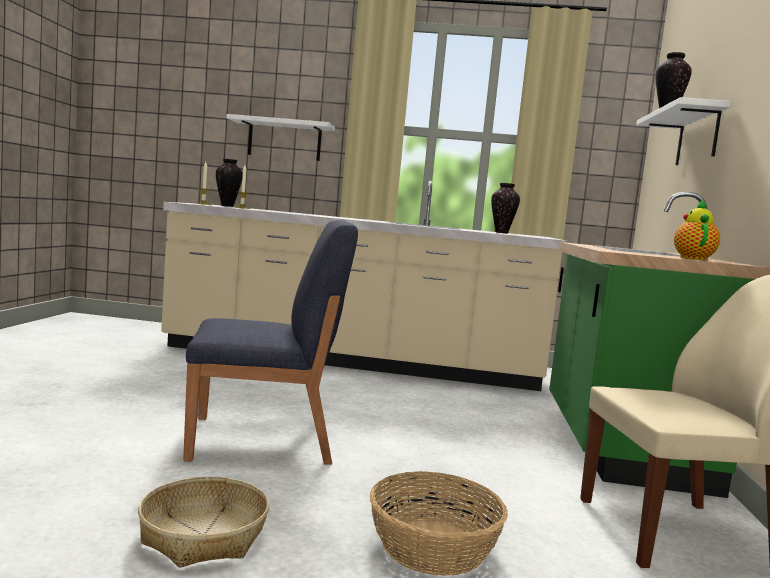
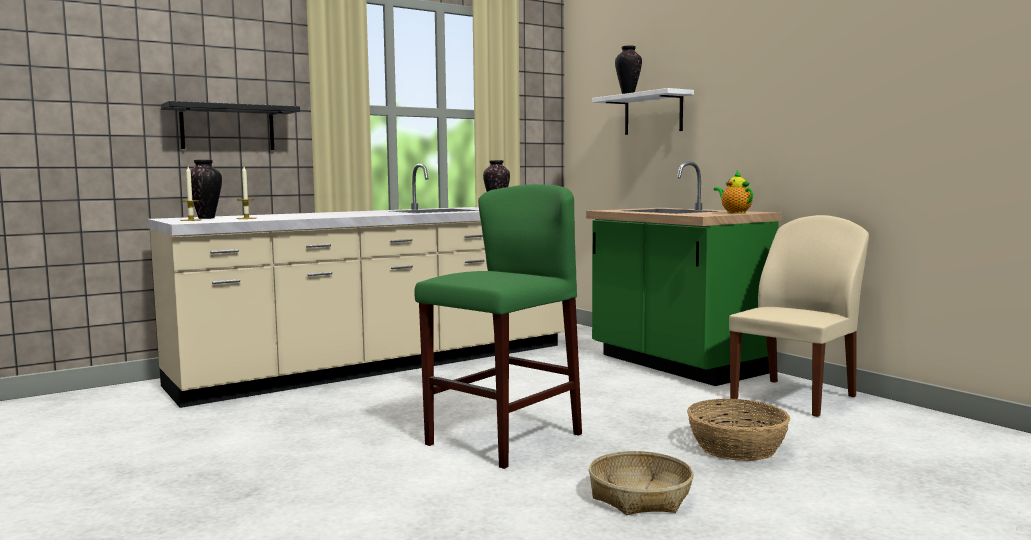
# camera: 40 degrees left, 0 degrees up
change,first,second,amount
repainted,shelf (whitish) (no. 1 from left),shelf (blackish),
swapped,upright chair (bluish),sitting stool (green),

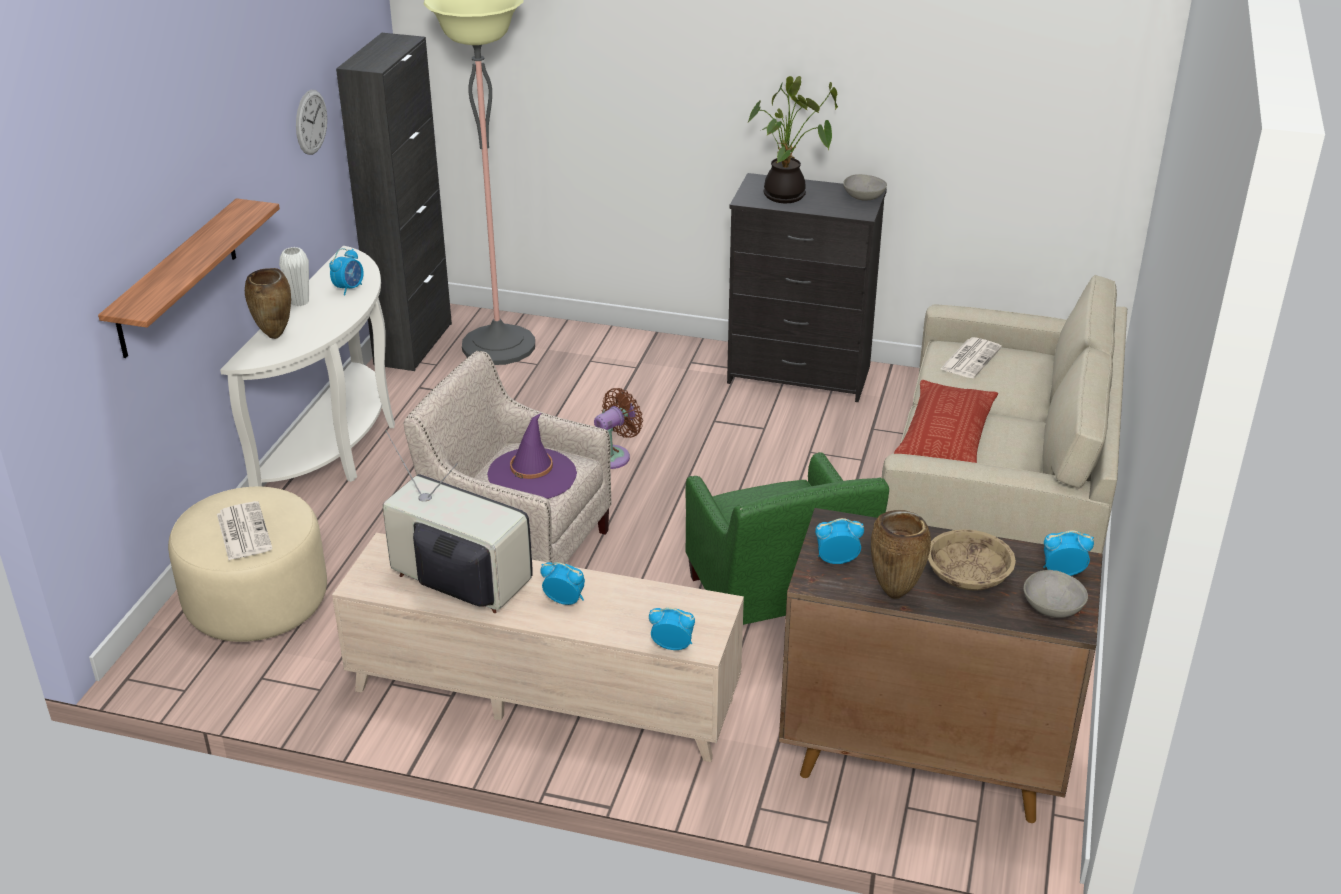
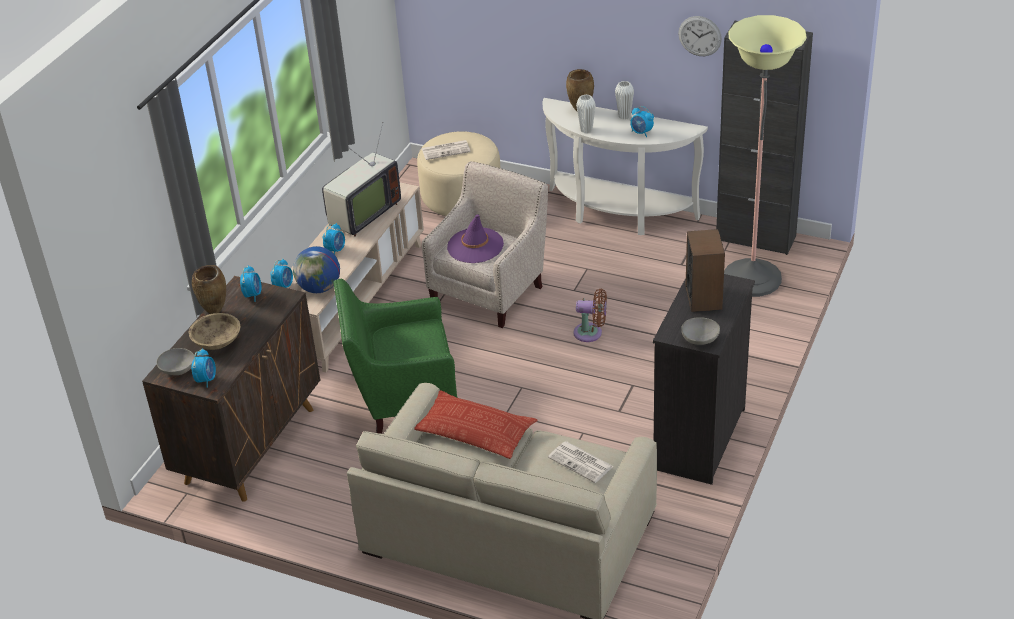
# camera: 100 degrees right, 5 degrees up
change,first,second,amount
swapped,houseplant,audio speaker,
gone,shelf,,
rotated,cooling fan (brown-coloured),,45 degrees counterclockwise
new,,vase (whitish) (no. 1 from left),
new,,world globe,

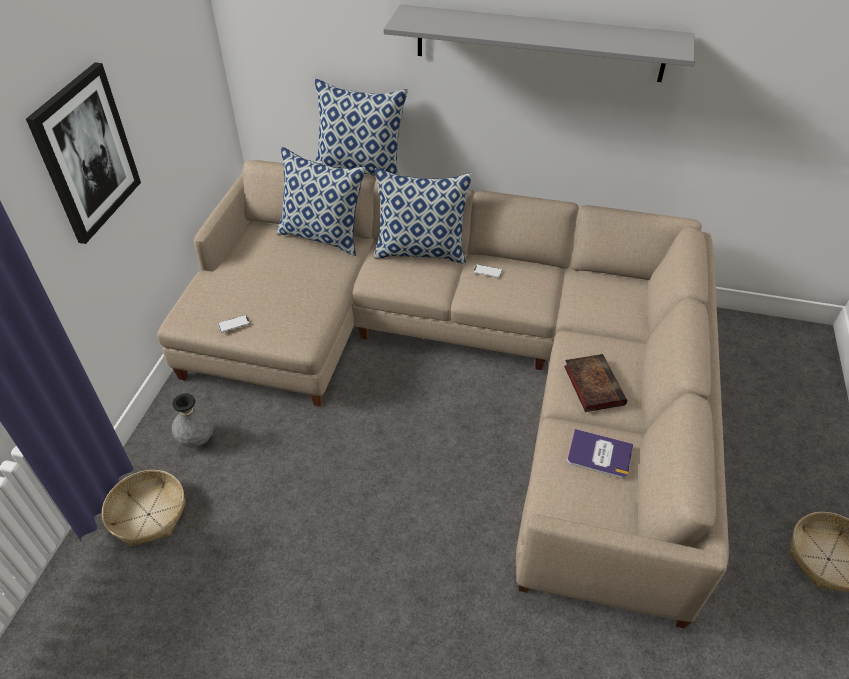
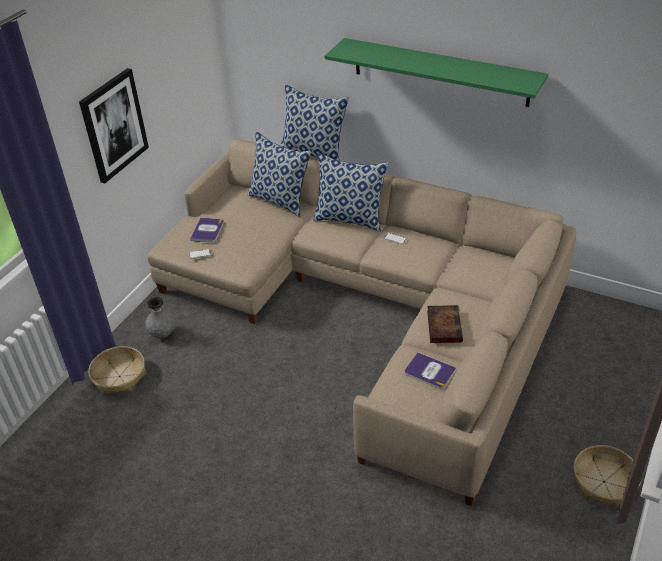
# camera: 15 degrees right, 5 degrees down
change,first,second,amount
repainted,shelf (greyish),shelf (green),
new,,volume (no. 1 from left),

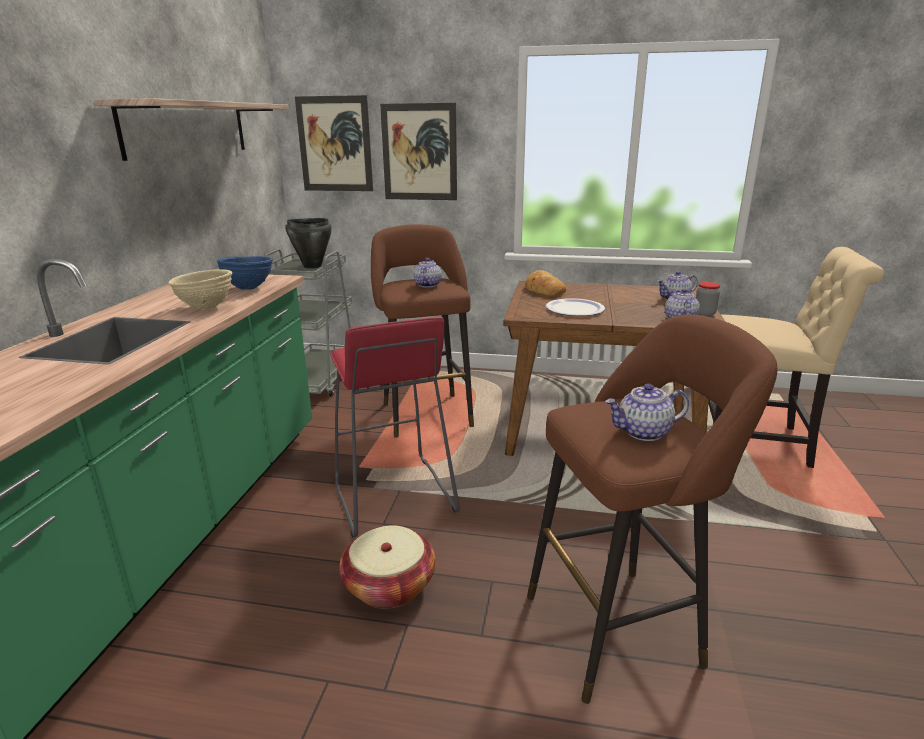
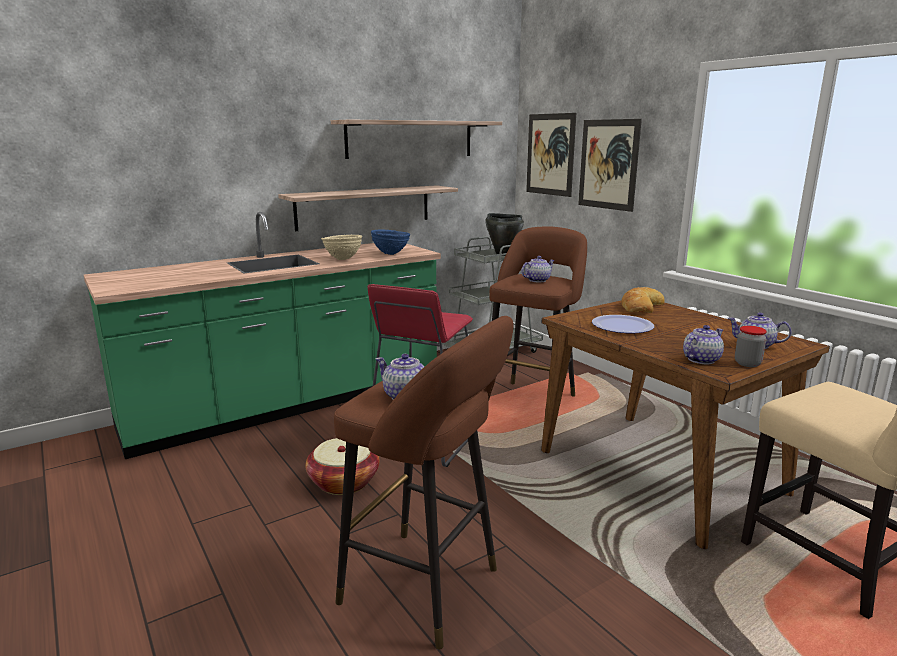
# camera: 45 degrees right, 5 degrees down
change,first,second,amount
new,,shelf (no. 1 from left),

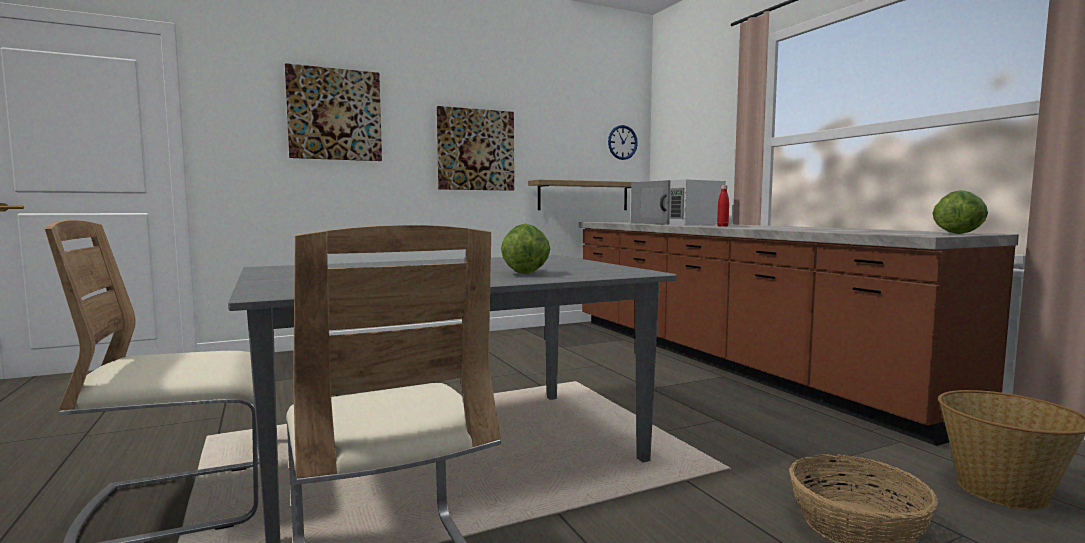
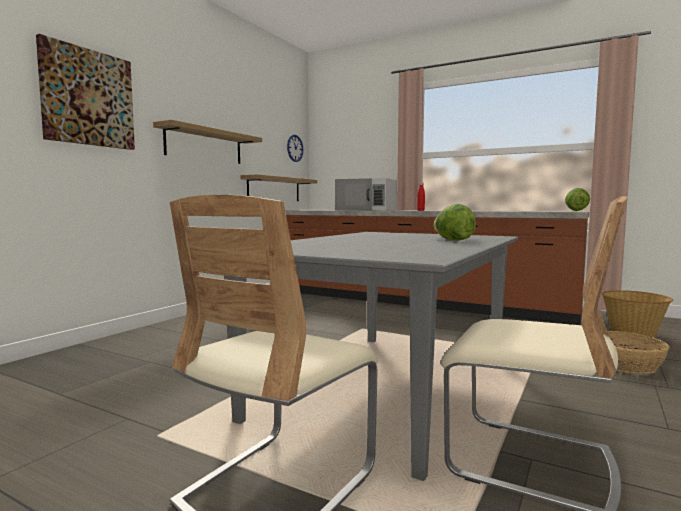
# camera: 35 degrees left, 0 degrees up
change,first,second,amount
swapped,picture (no. 2 from left),shelf (no. 1 from left),

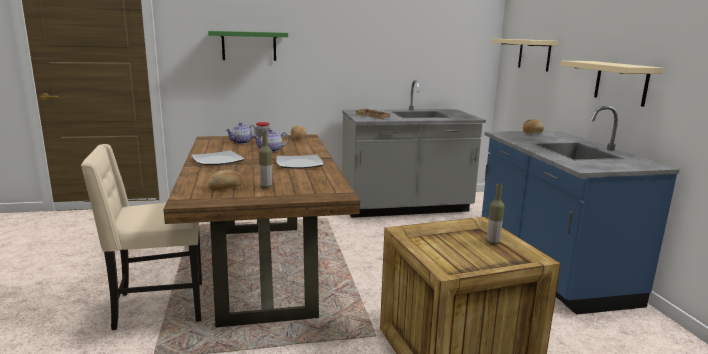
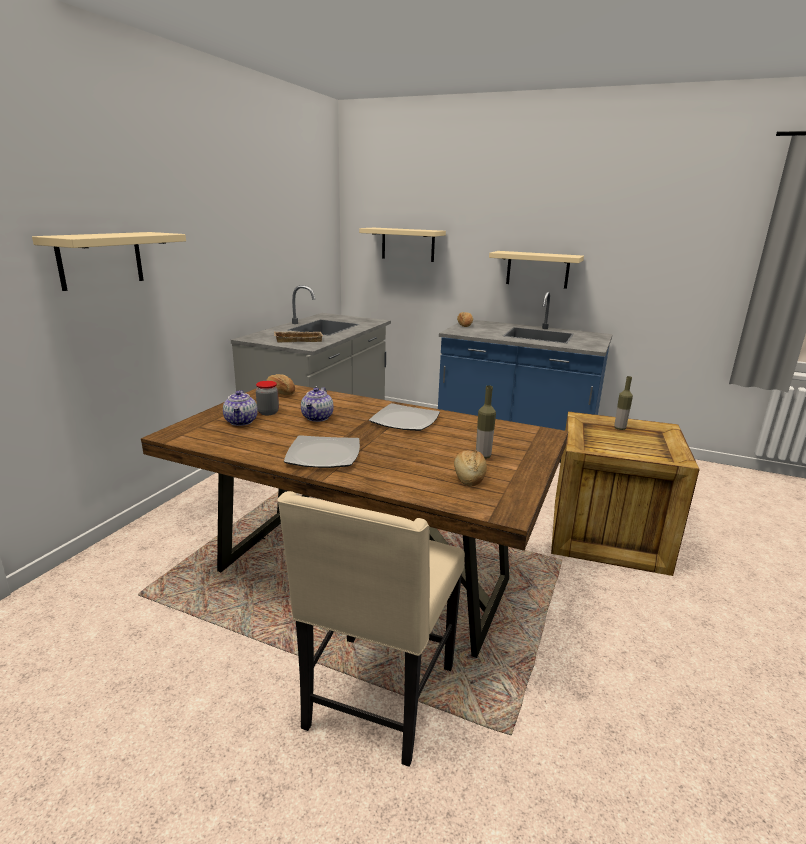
# camera: 55 degrees left, 5 degrees up
change,first,second,amount
repainted,shelf (green),shelf (beige) (no. 1 from left),

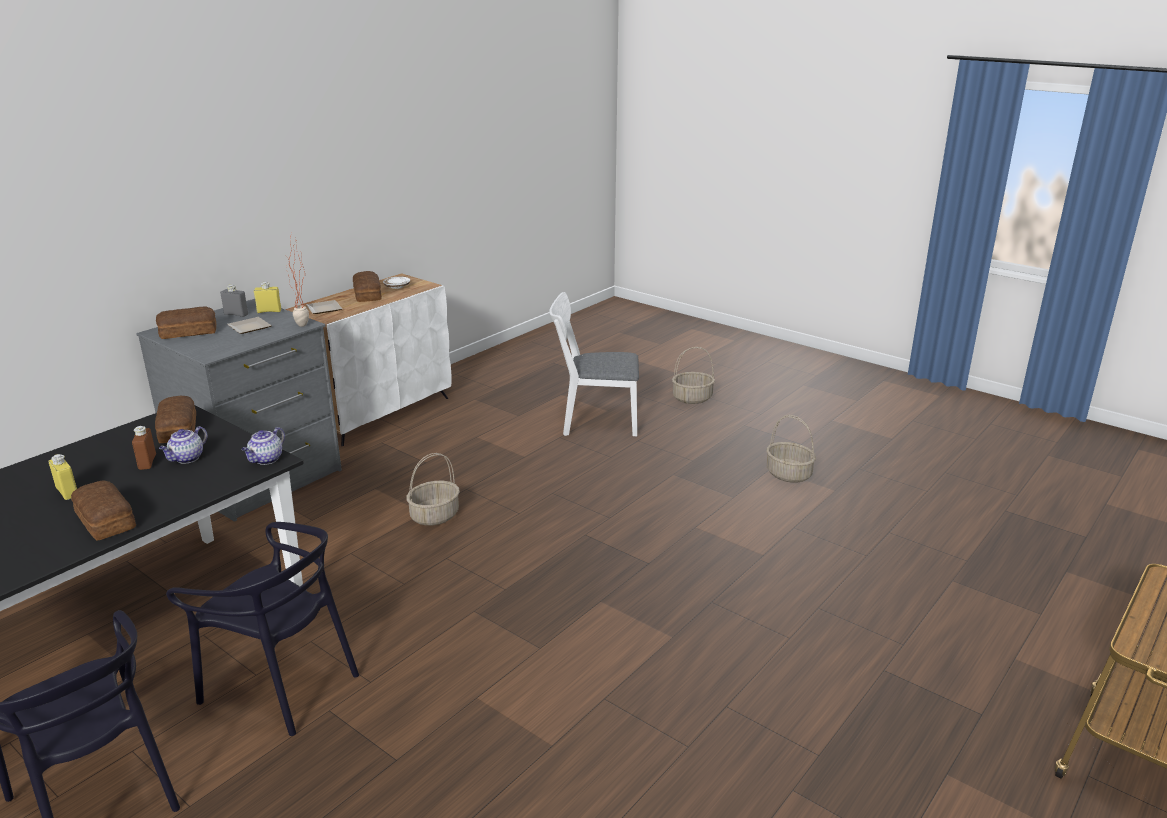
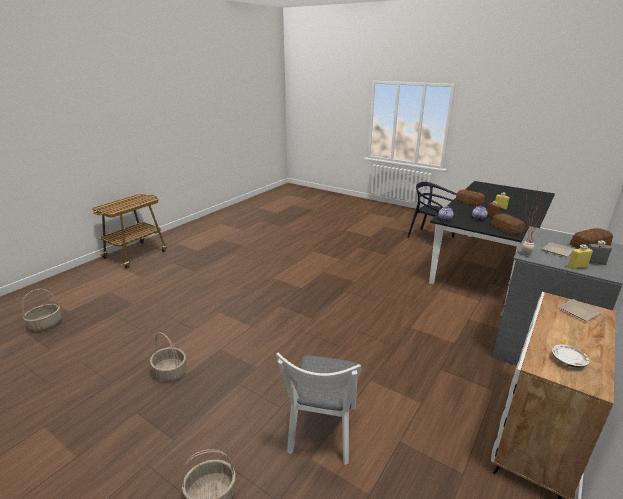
# camera: 175 degrees right, 0 degrees up
change,first,second,amount
gone,bakery bread (no. 4 from left),,
rotated,upright chair (whitish),,105 degrees clockwise
shifted,household basket (no. 1 from left),,
gone,upright chair (blackish) (no. 2 from left),,

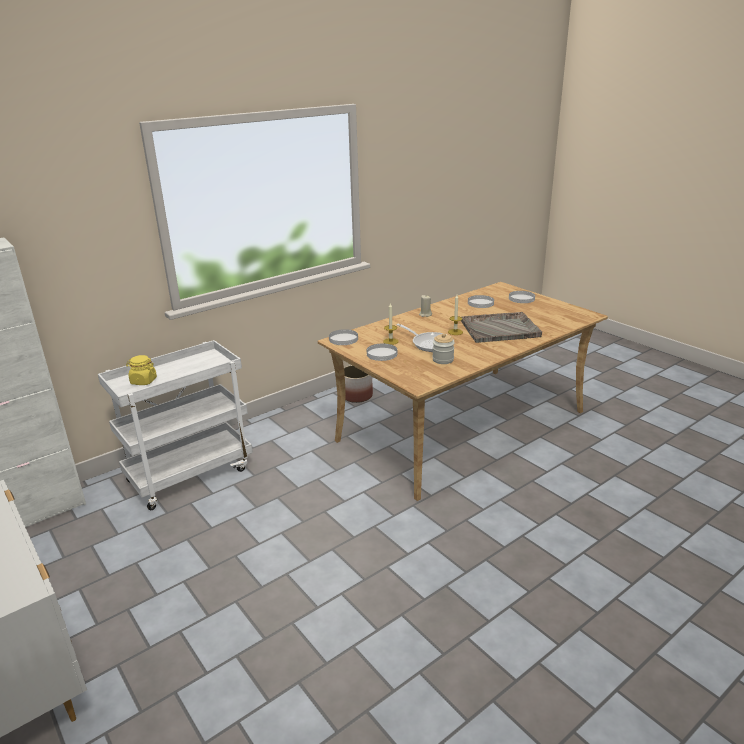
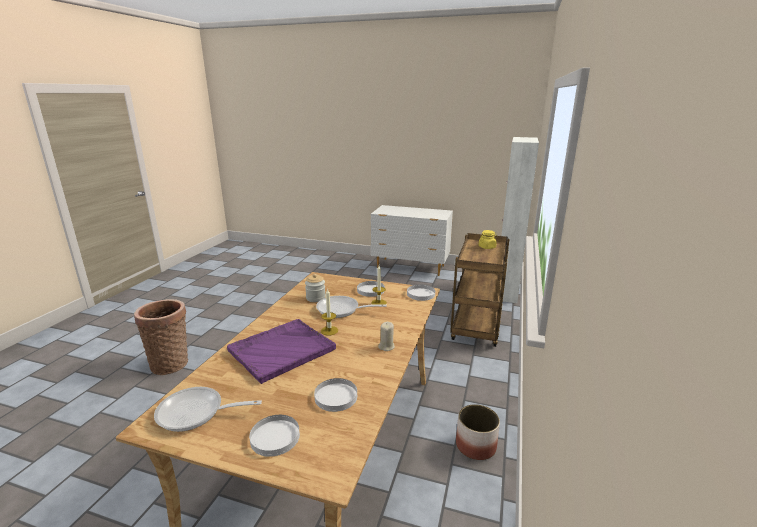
# camera: 145 degrees right, 5 degrees down
change,first,second,amount
repainted,serving tray (greyish),serving tray (purplish),
repainted,cart (whitish),cart (brown-coloured),
new,,household basket,
new,,pan (no. 1 from left),

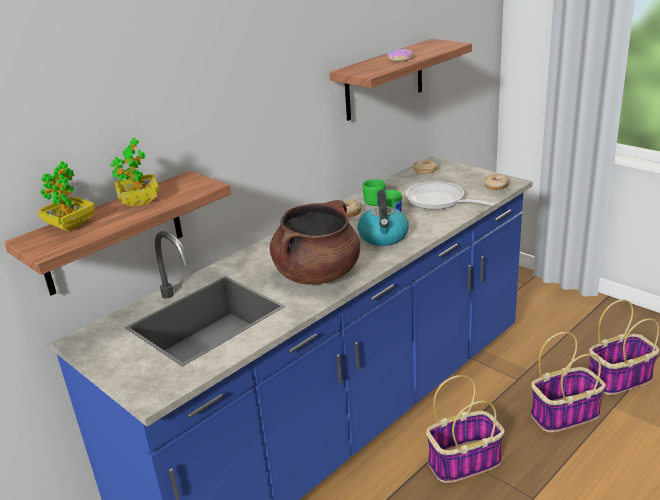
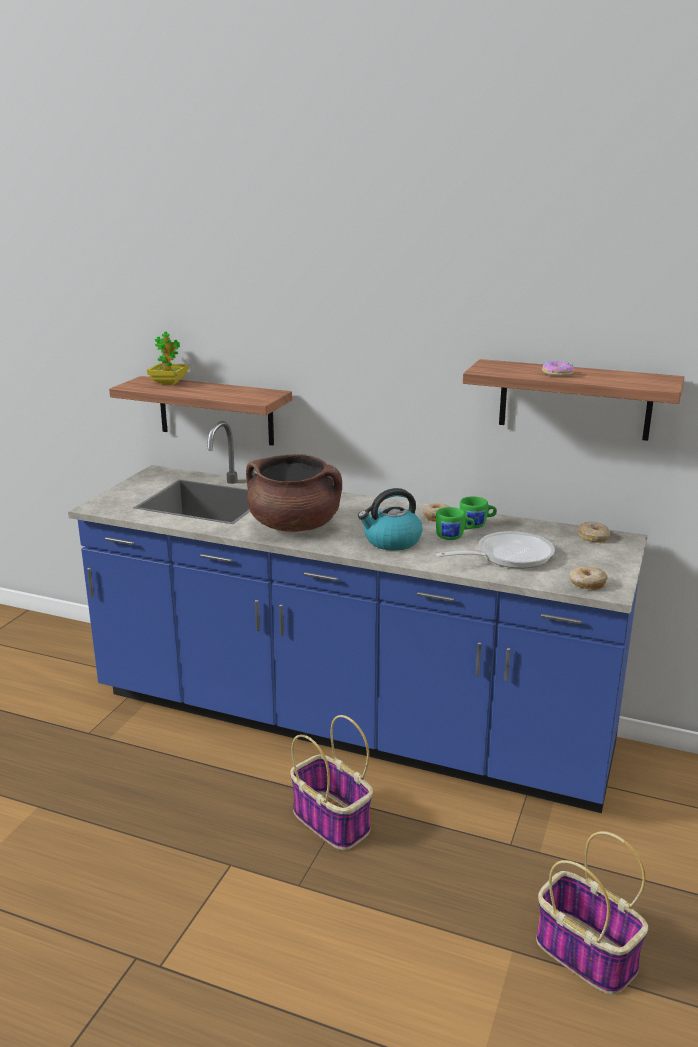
# camera: 65 degrees right, 5 degrees down
change,first,second,amount
gone,houseplant (no. 2 from left),,
rotated,pan,,45 degrees clockwise
gone,household basket (no. 2 from left),,

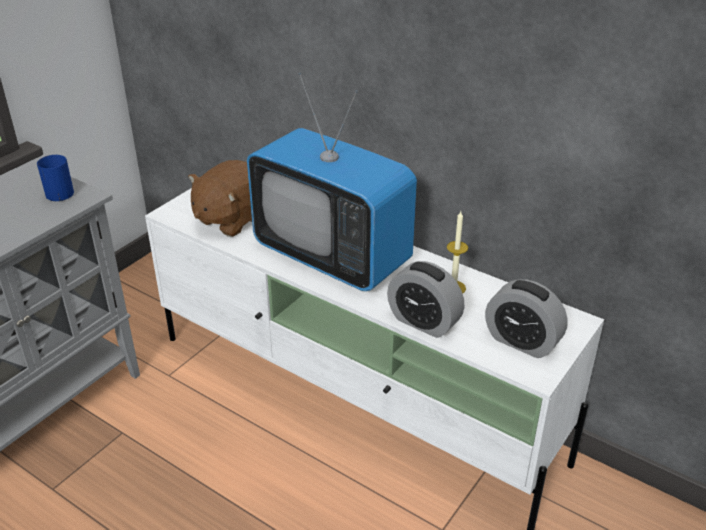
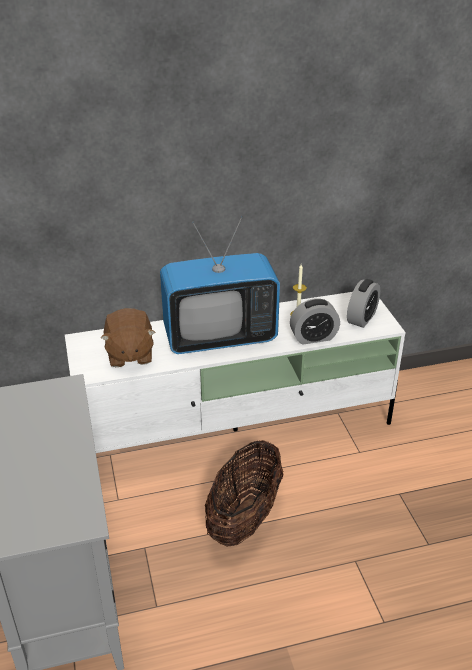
# camera: 50 degrees left, 0 degrees up
change,first,second,amount
gone,tea mug (bluish),,
rotated,bedside clock (no. 2 from left),,45 degrees counterclockwise
new,,household basket,

